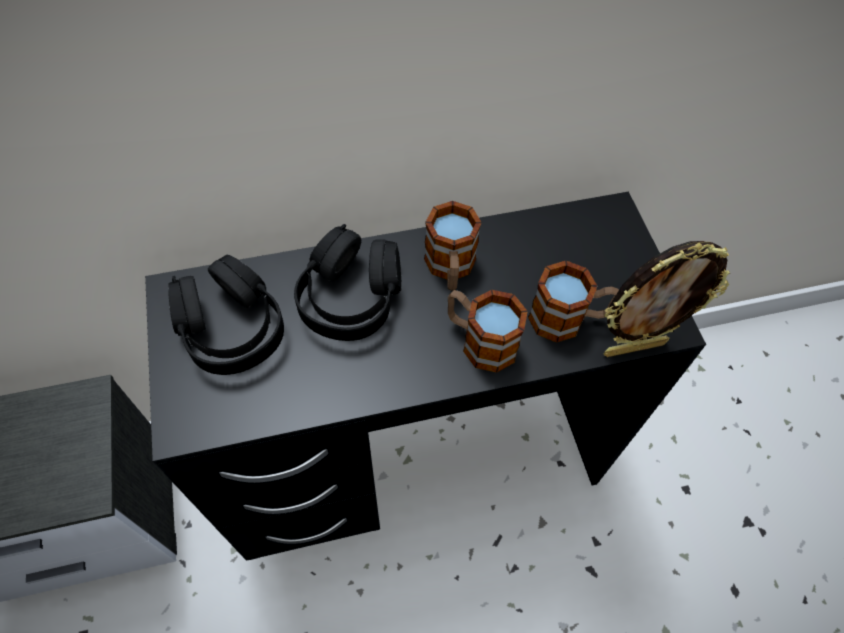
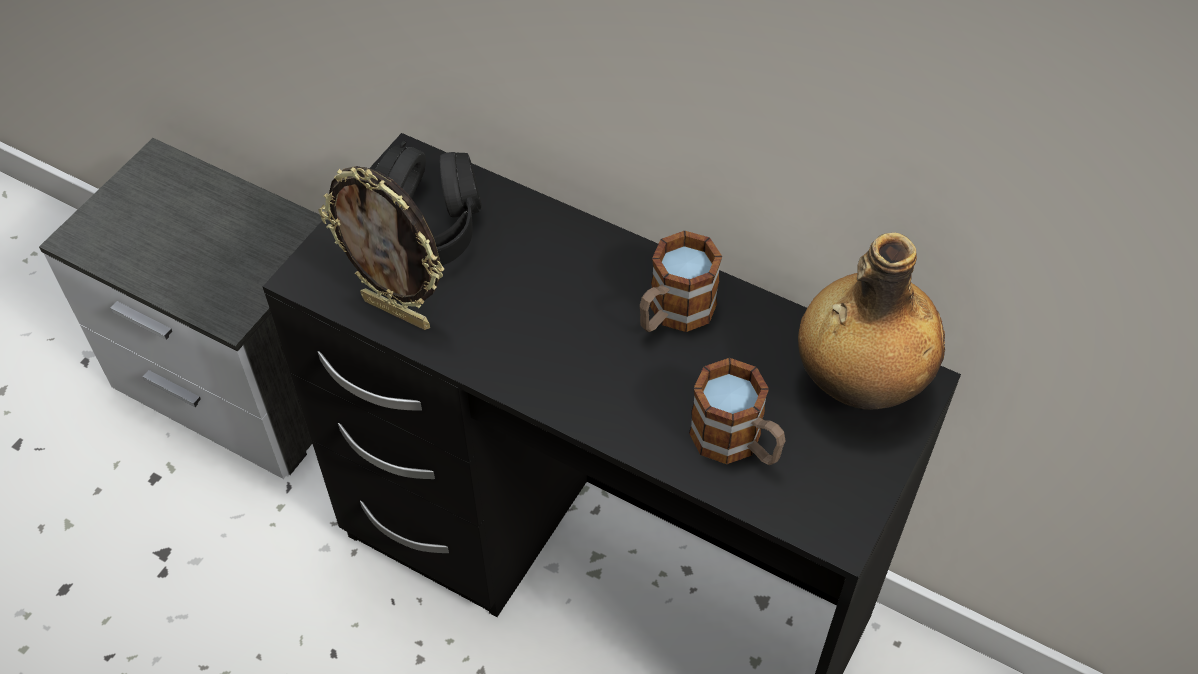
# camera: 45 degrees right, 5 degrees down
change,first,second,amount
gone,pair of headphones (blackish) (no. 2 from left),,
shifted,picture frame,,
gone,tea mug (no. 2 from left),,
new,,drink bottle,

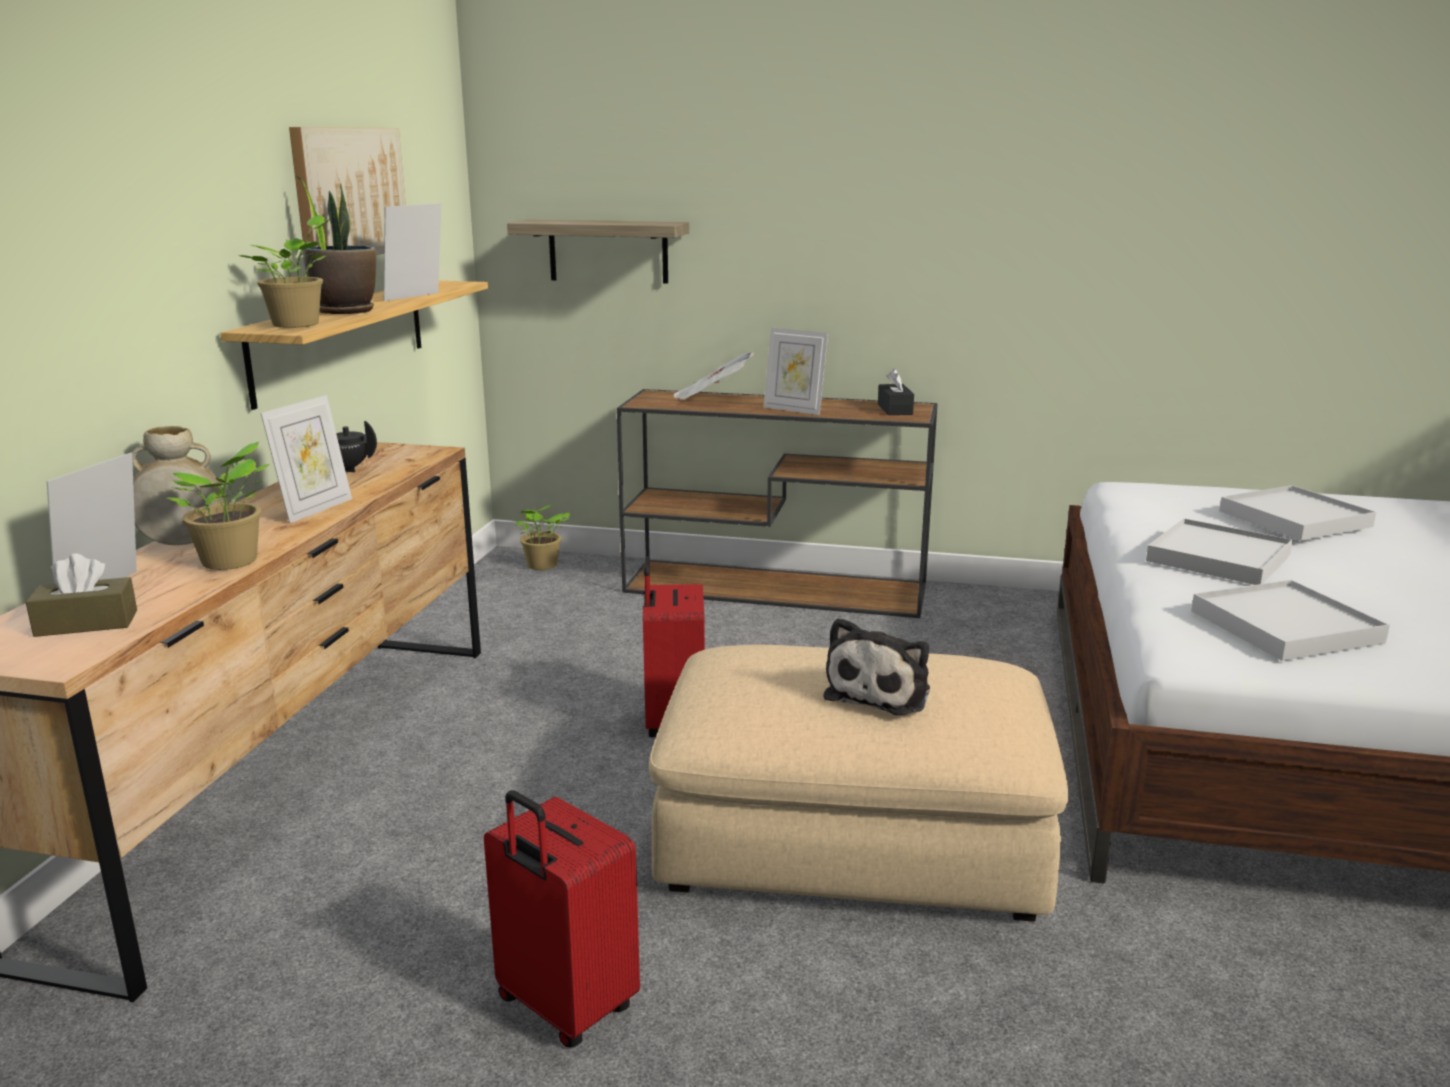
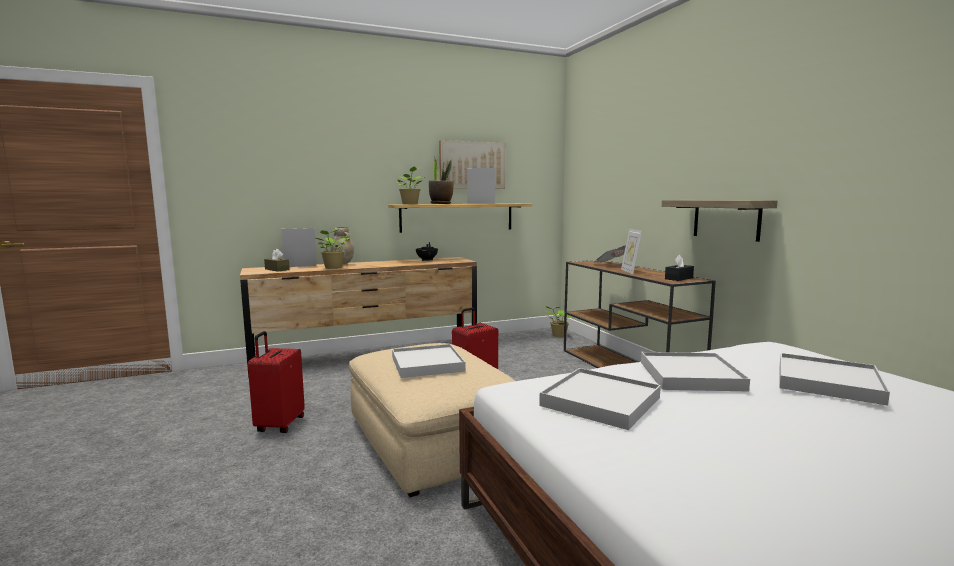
# camera: 55 degrees right, 10 degrees down
change,first,second,amount
shifted,shelf (no. 2 from left),,
gone,picture frame (no. 2 from left),,
swapped,soft toy,serving tray (whitish) (no. 1 from left),

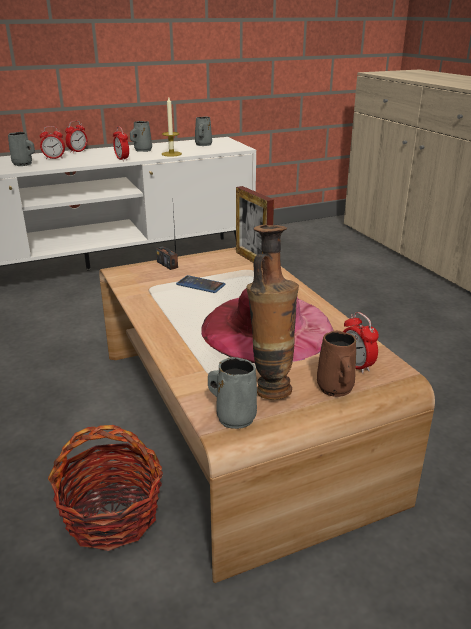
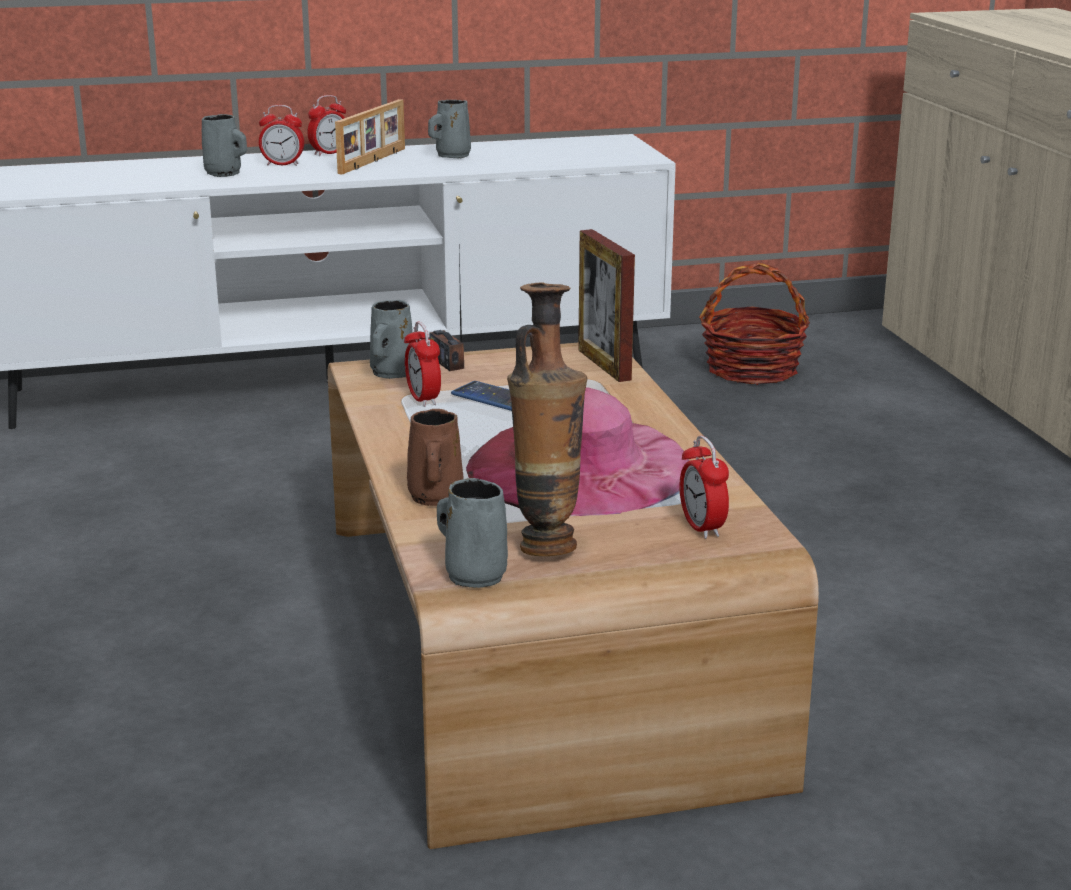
# camera: 10 degrees right, 5 degrees down
change,first,second,amount
gone,candle,,
shifted,tea mug (greyish) (no. 3 from left in the first image),tea mug (greyish) (no. 2 from left),
shifted,bedside clock (no. 3 from left),,
shifted,tea mug (brown-coloured),,
shifted,household basket,,
new,,picture frame (no. 1 from left),

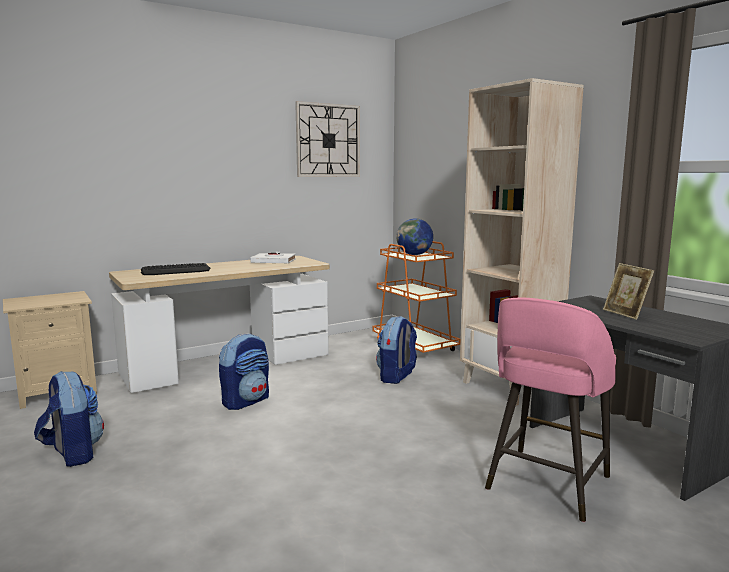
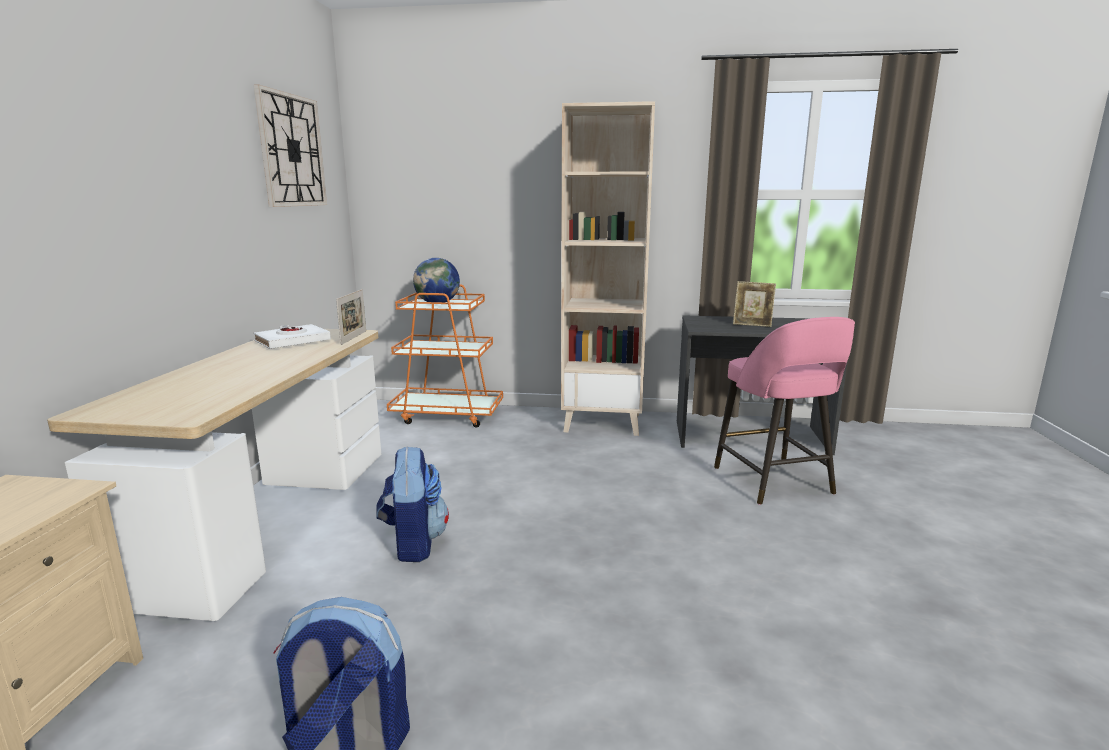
# camera: 50 degrees left, 5 degrees up
change,first,second,amount
gone,keyboard,,
gone,knapsack (no. 3 from left),,
new,,picture frame (no. 1 from left),

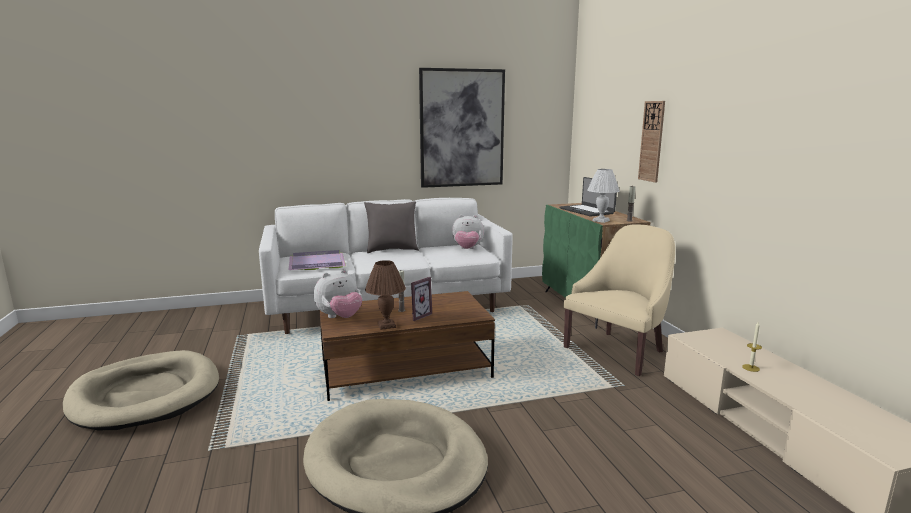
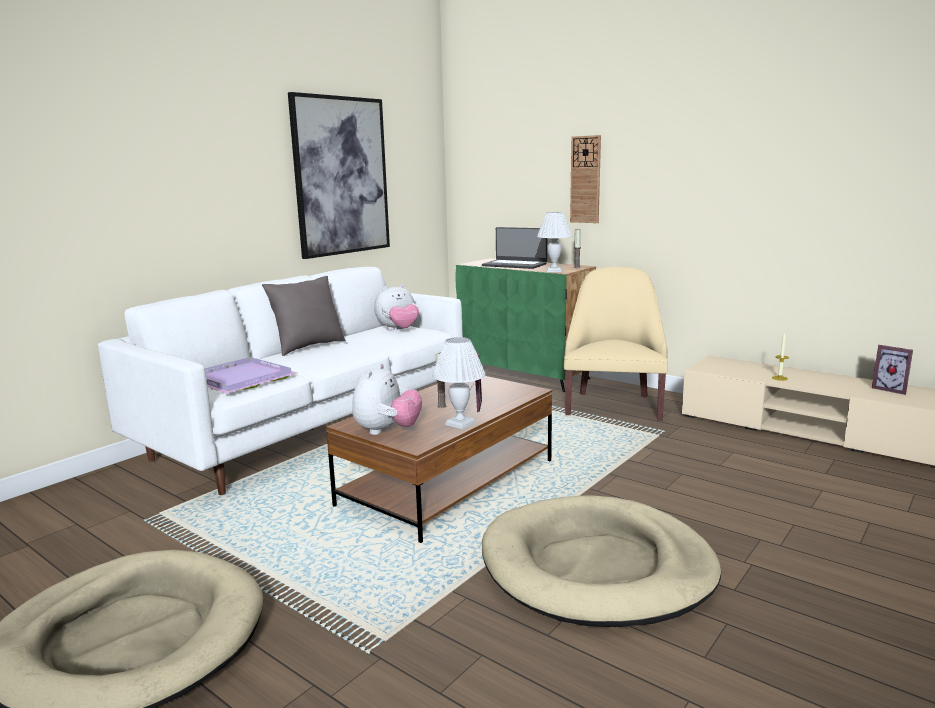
# camera: 35 degrees left, 0 degrees up
change,first,second,amount
repainted,table lamp (brown-coloured),table lamp (whitish) (no. 1 from left),
new,,picture frame (no. 2 from left),

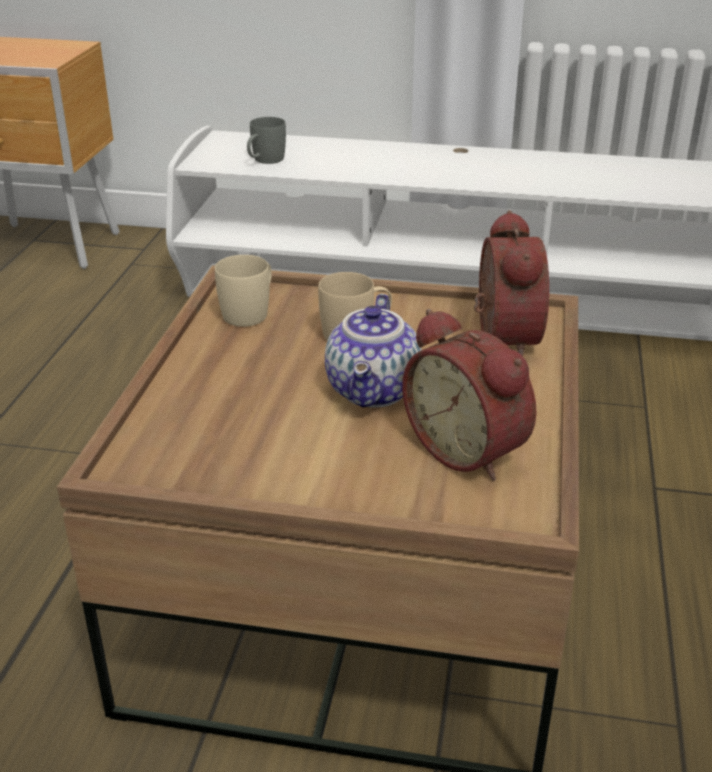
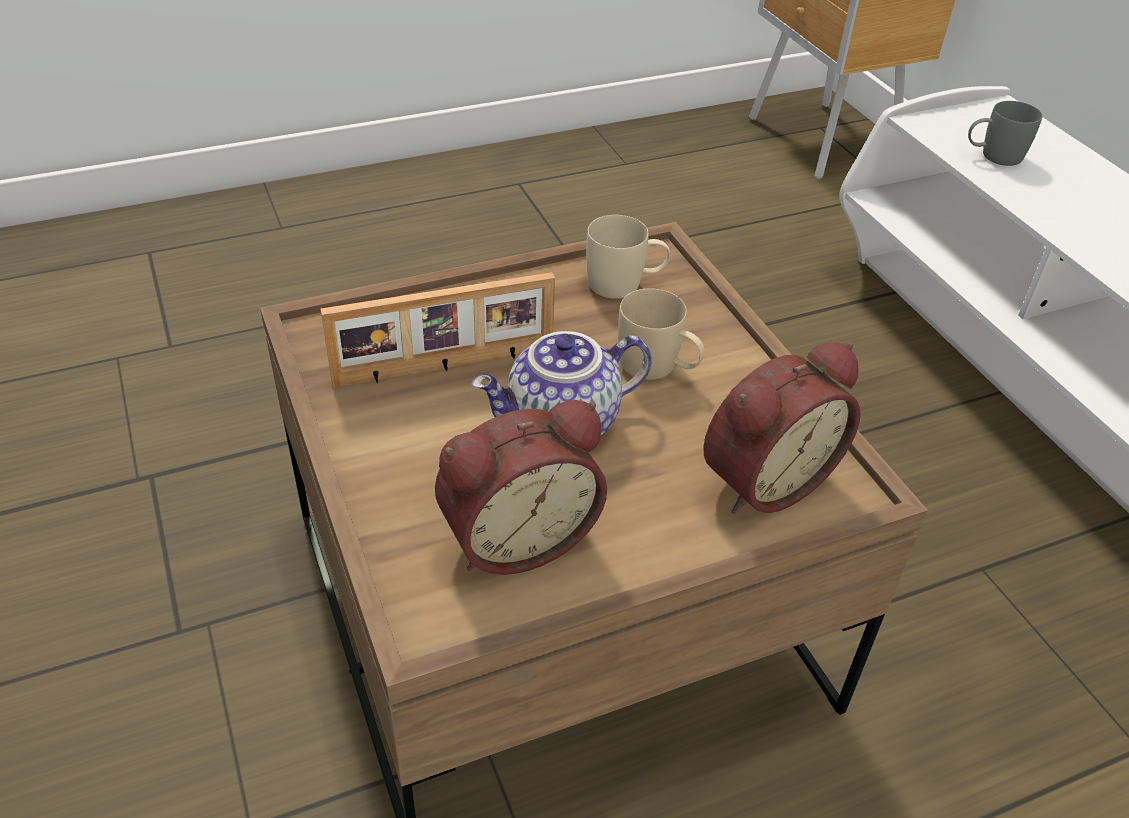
# camera: 55 degrees right, 10 degrees up
change,first,second,amount
rotated,bedside clock (no. 1 from left),,135 degrees counterclockwise
new,,picture frame,

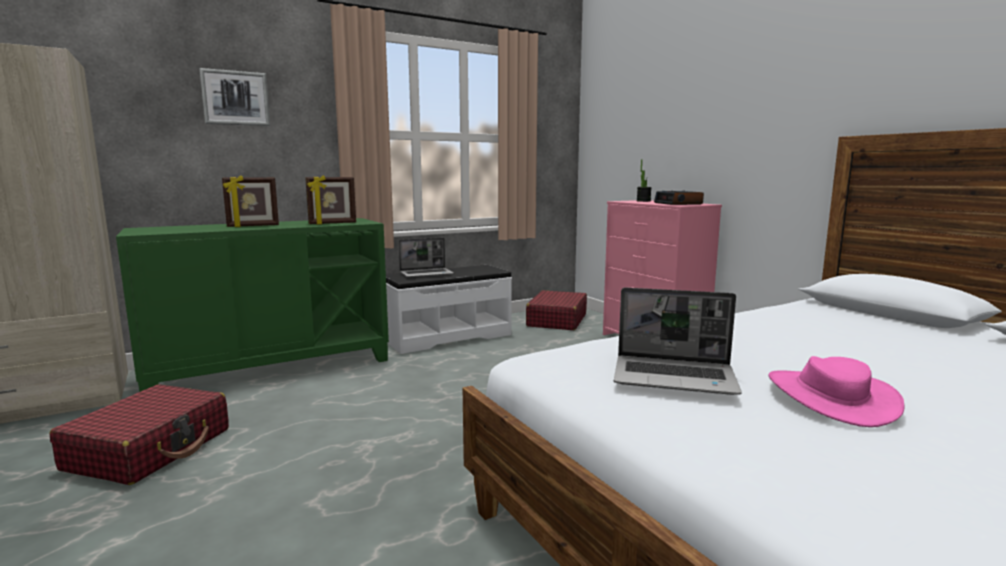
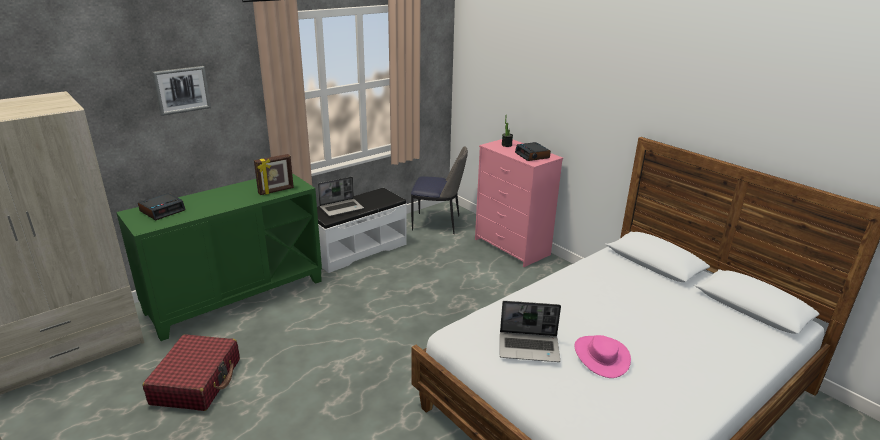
# camera: 10 degrees left, 15 degrees up
change,first,second,amount
gone,picture frame (no. 1 from left),,
swapped,piece of luggage (red) (no. 2 from left),upright chair,
new,,bedside clock (no. 1 from left),

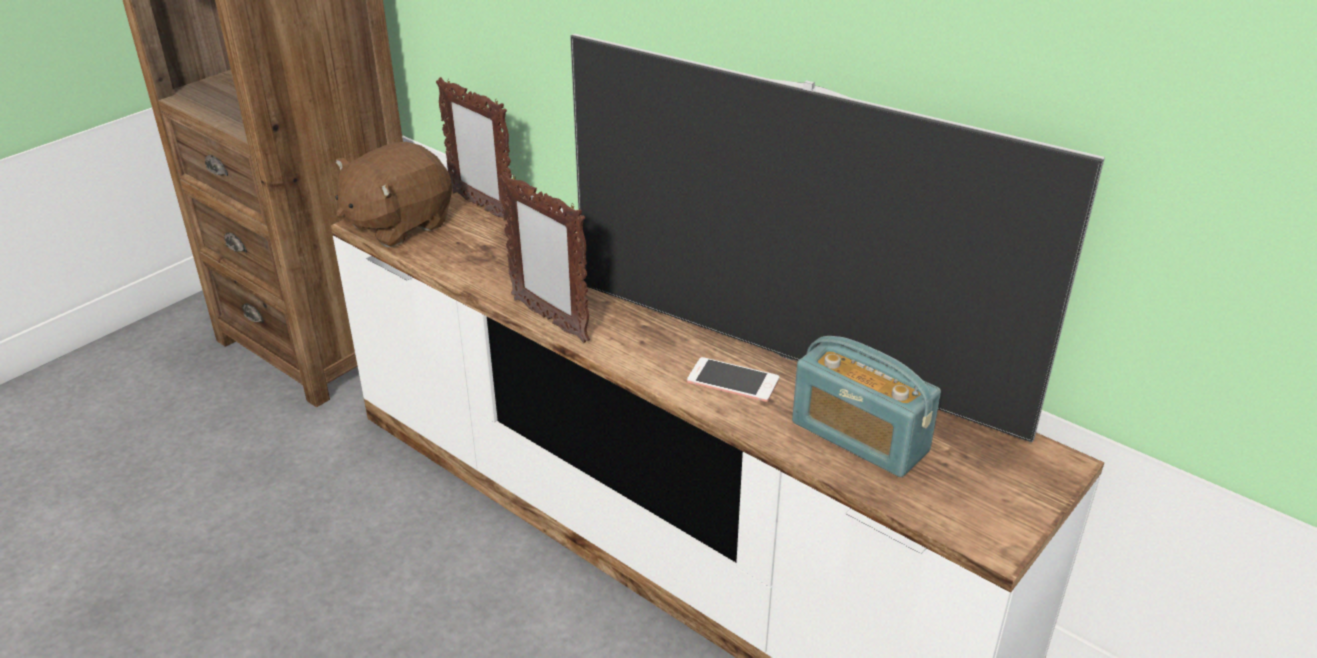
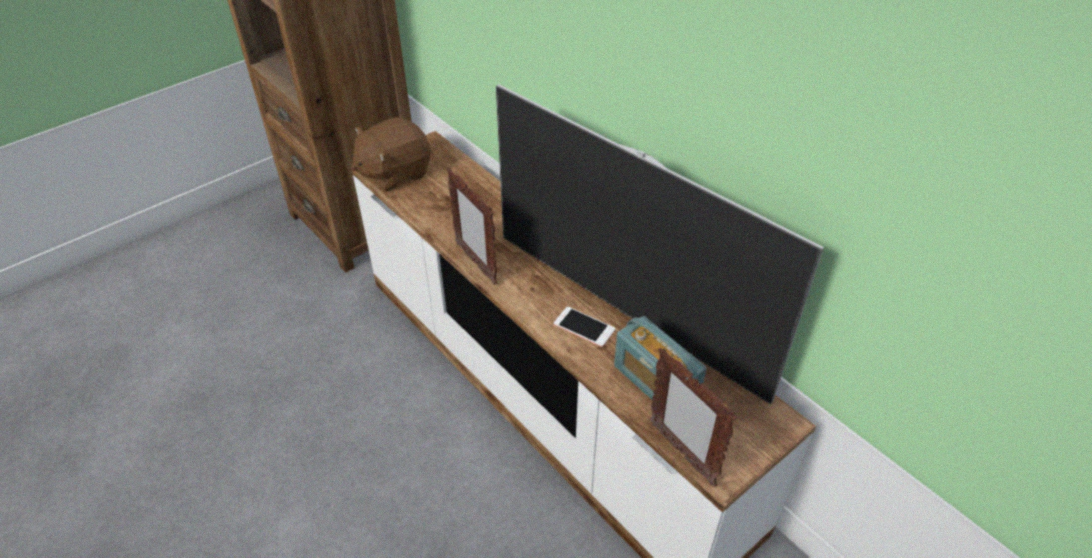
# camera: 10 degrees right, 10 degrees up
change,first,second,amount
shifted,picture frame (no. 1 from left in the first image),picture frame (no. 2 from left),

